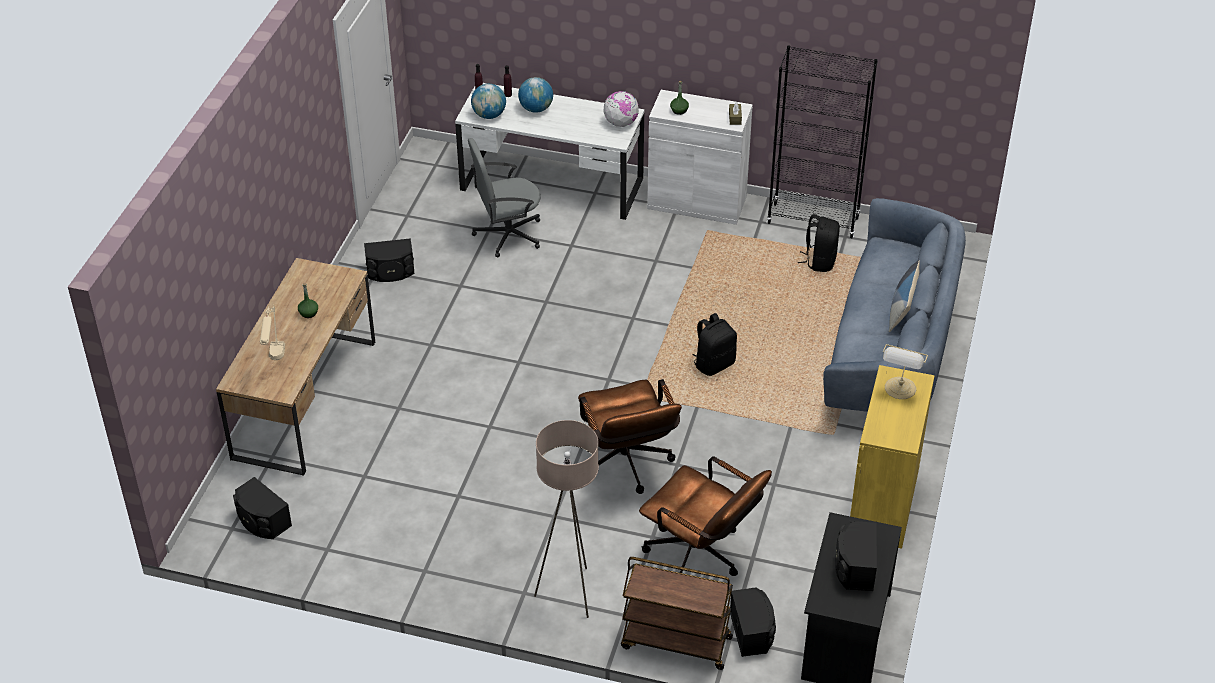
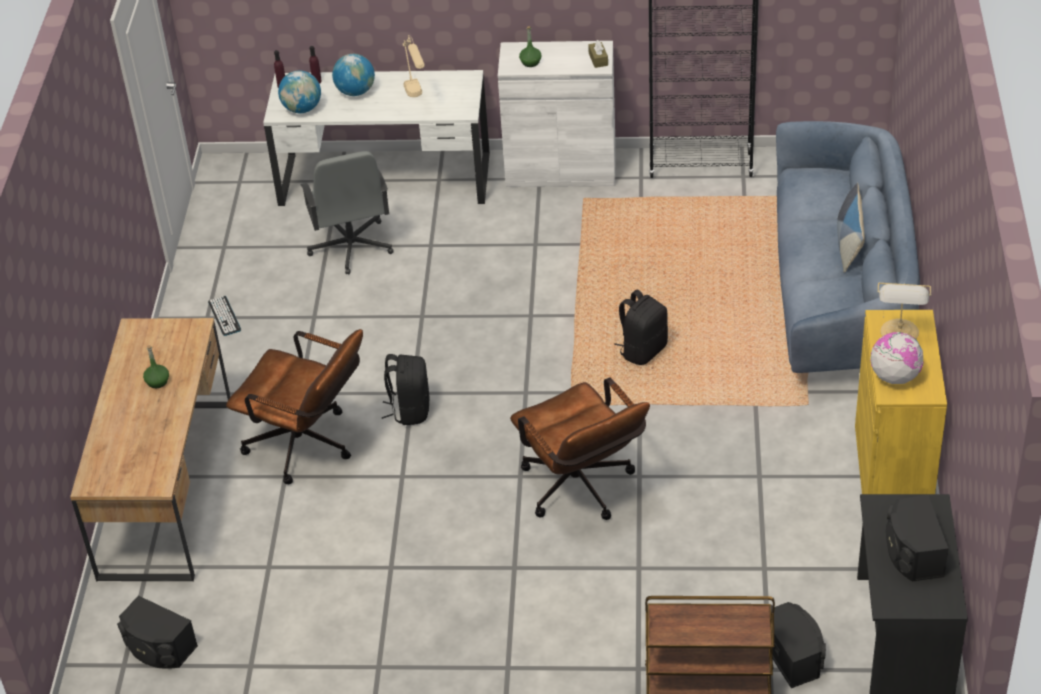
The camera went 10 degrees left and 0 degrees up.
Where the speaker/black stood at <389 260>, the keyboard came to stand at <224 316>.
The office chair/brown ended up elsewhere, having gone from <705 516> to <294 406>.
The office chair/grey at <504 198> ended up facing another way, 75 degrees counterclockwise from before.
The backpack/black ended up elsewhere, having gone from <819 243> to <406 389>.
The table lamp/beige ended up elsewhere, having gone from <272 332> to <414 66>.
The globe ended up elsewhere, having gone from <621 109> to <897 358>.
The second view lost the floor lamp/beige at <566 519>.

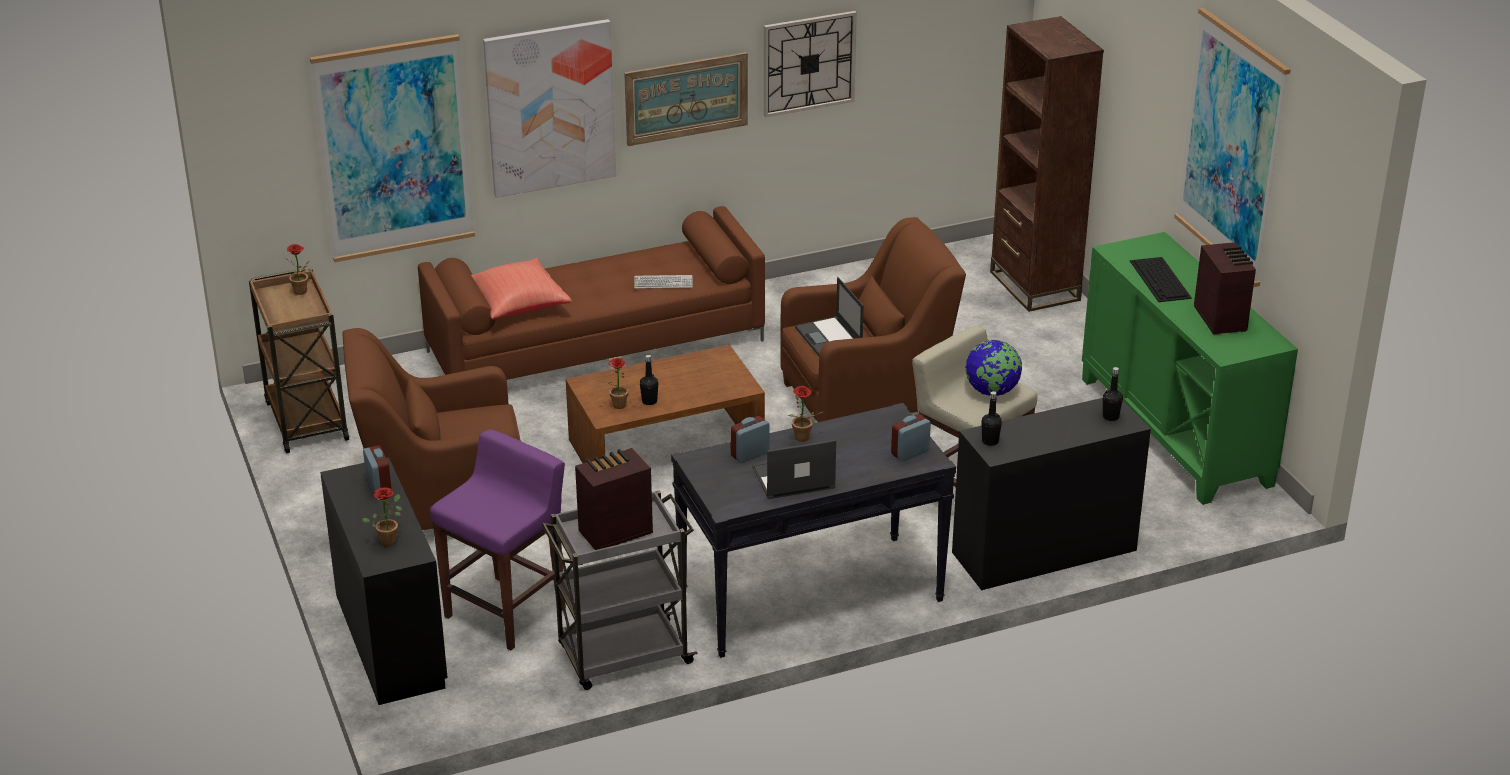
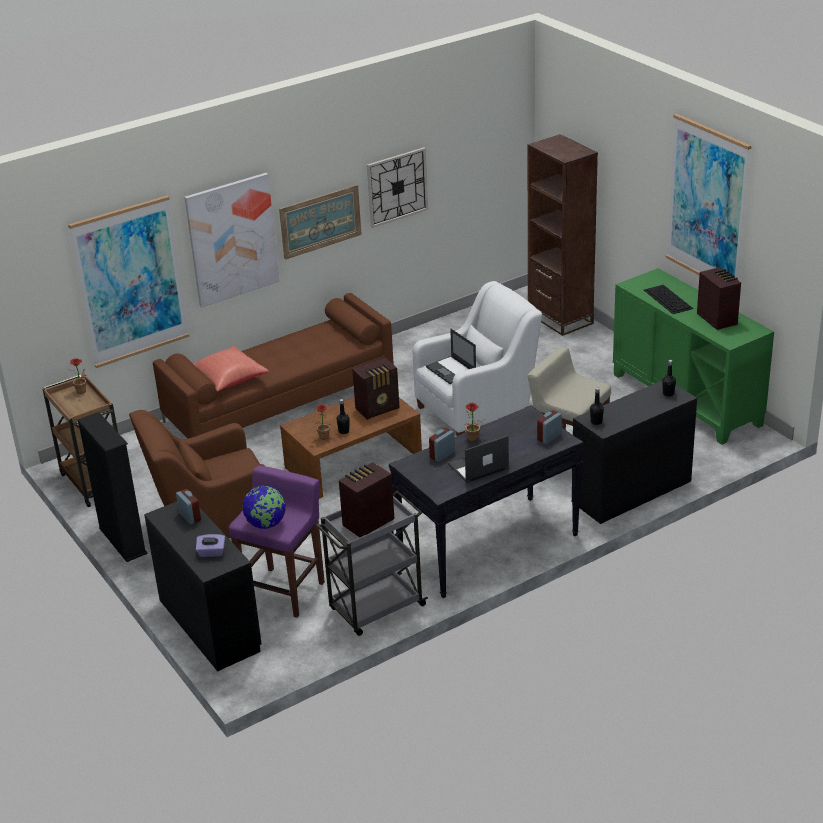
The camera went 10 degrees left and 0 degrees up.
The second view gained the bookcase/black at <113 487>.
Where the potted plant stood at <382 517>, the tissue box/purple came to stand at <210 545>.
The globe ended up elsewhere, having gone from <993 368> to <264 507>.
The second view gained the radio at <375 389>.
What was the armchair/brown at <873 319> turned into the armchair/white at <477 358>.
The second view lost the keyboard at <663 282>.

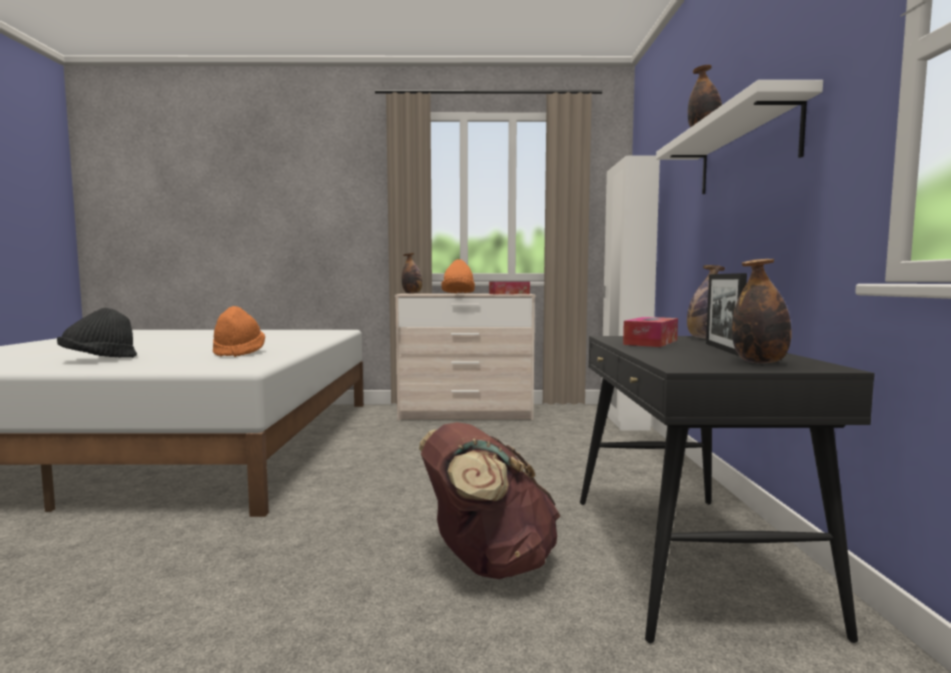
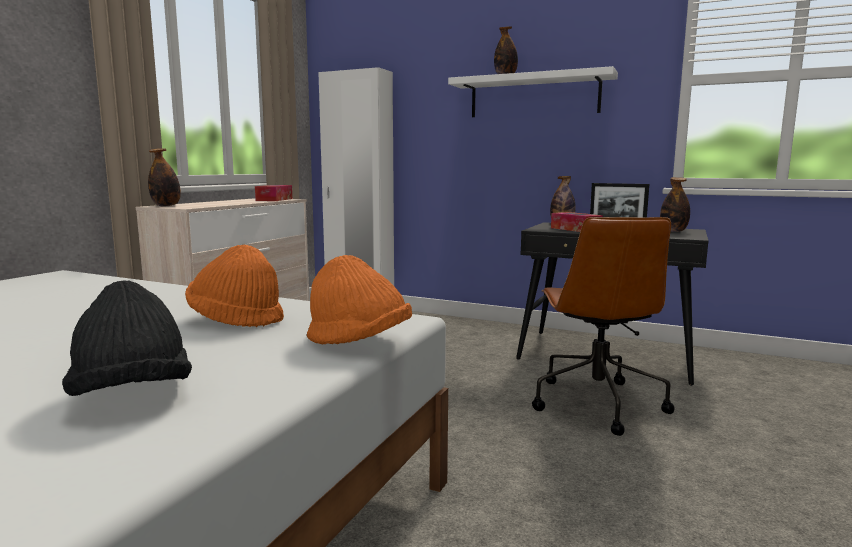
The camera went 65 degrees left and 5 degrees up.
The hat/orange ended up elsewhere, having gone from <458 276> to <359 299>.
Where the backpack/brown stood at <489 500>, the office chair/brown came to stand at <603 326>.

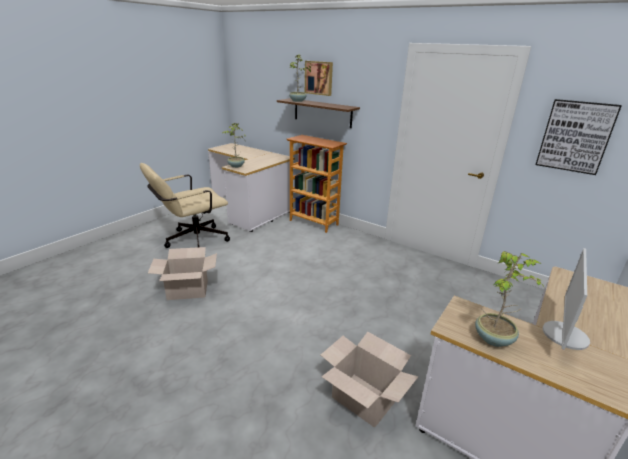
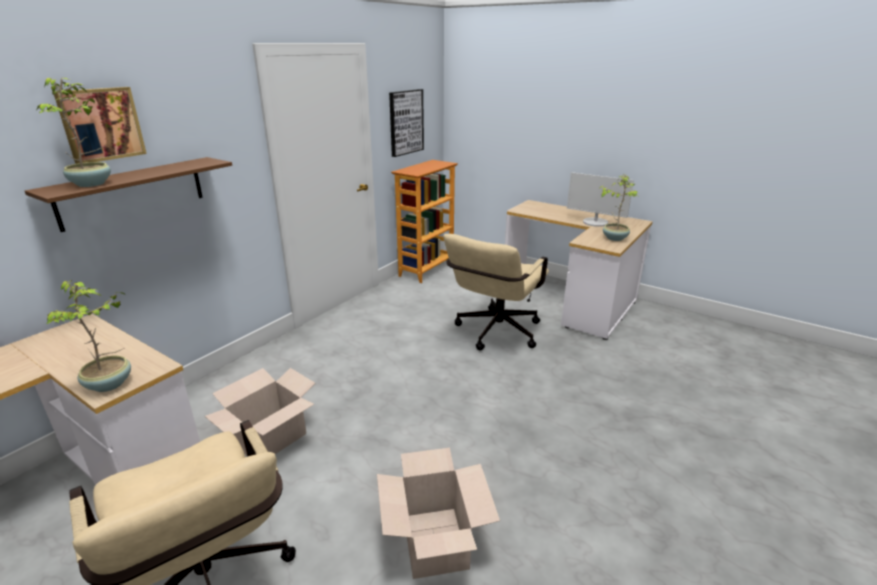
The camera went 90 degrees left and 0 degrees up.
The cardboard box ended up elsewhere, having gone from <369 380> to <260 412>.
The bookcase ended up elsewhere, having gone from <317 184> to <424 221>.
The second view gained the office chair/beige at <496 292>.

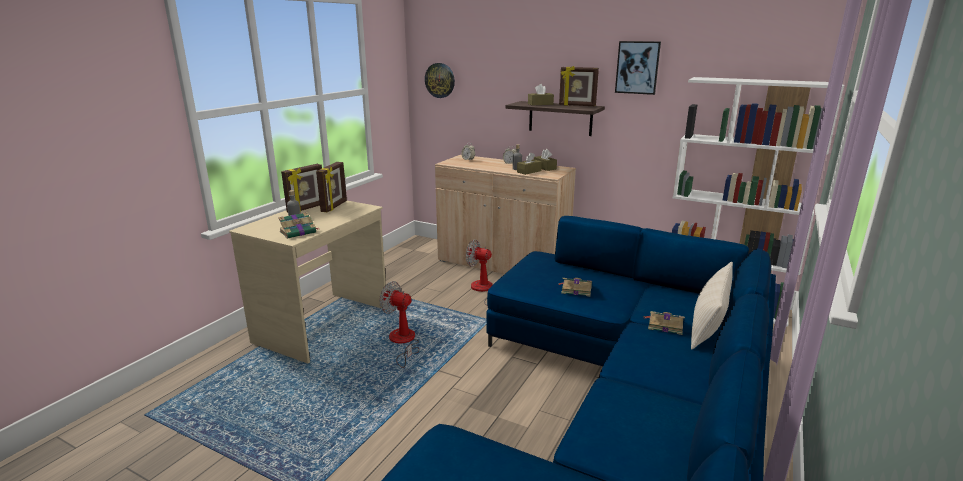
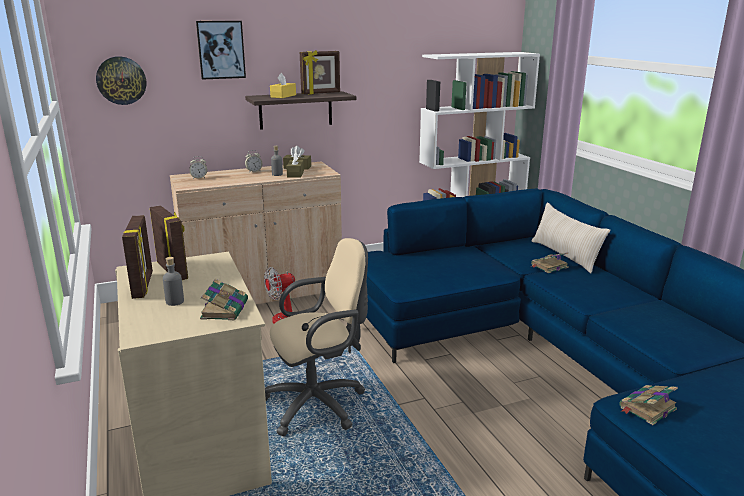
The camera went 50 degrees left and 0 degrees up.
The picture ended up elsewhere, having gone from <638 68> to <221 50>.
Where the fan stood at <399 324>, the office chair/beige came to stand at <316 337>.
What was the tissue box/brown at <541 94> turned into the tissue box/yellow at <283 85>.
The book ended up elsewhere, having gone from <574 287> to <648 405>.

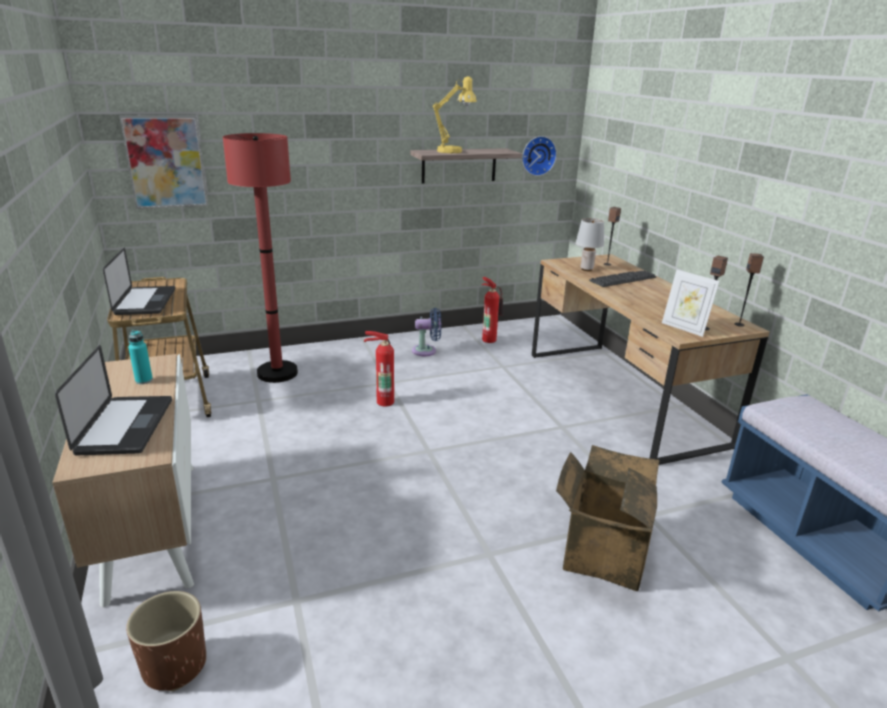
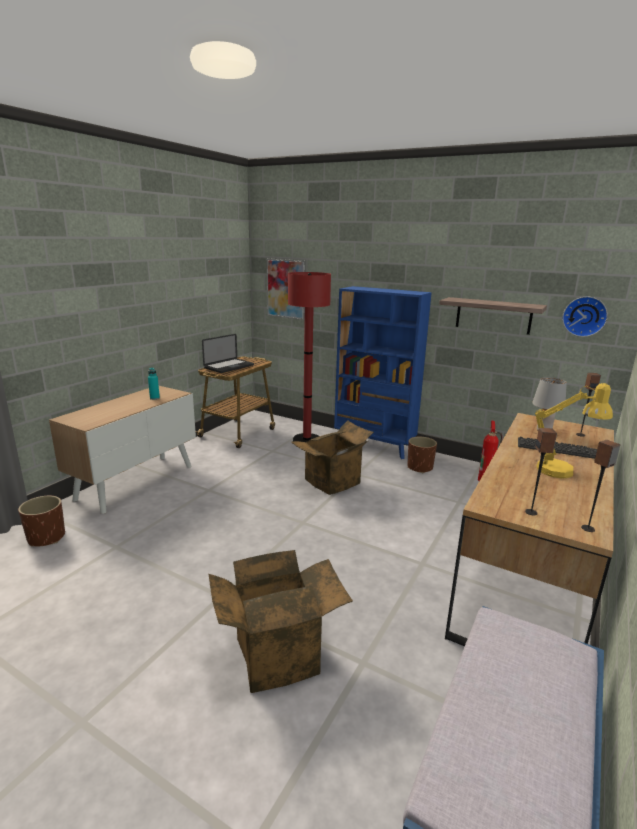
The camera went 50 degrees right and 5 degrees down.
Where the fire extinguisher stood at <379 368>, the cardboard box came to stand at <332 457>.
The second view gained the bookcase/blue at <383 372>.
Where the fan/blue stood at <427 332>, the planter/brown came to stand at <422 455>.
The table lamp/yellow ended up elsewhere, having gone from <455 114> to <574 430>.
The second view lost the laptop at <113 400>.
The second view lost the picture frame at <691 303>.

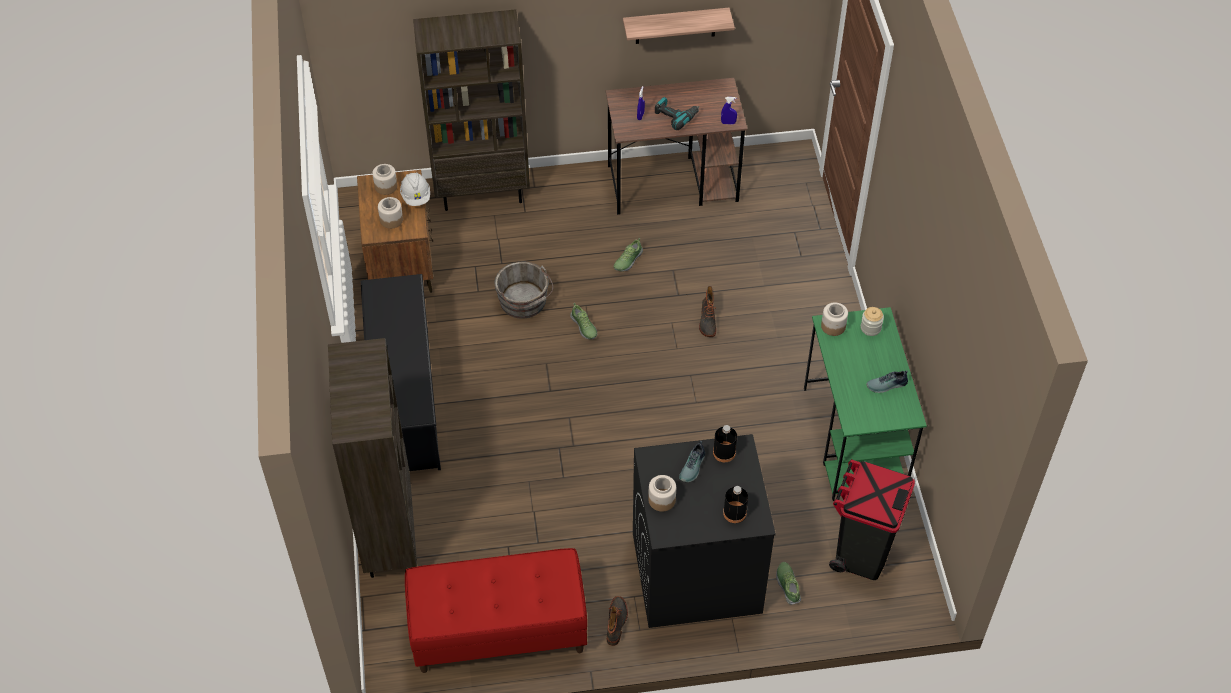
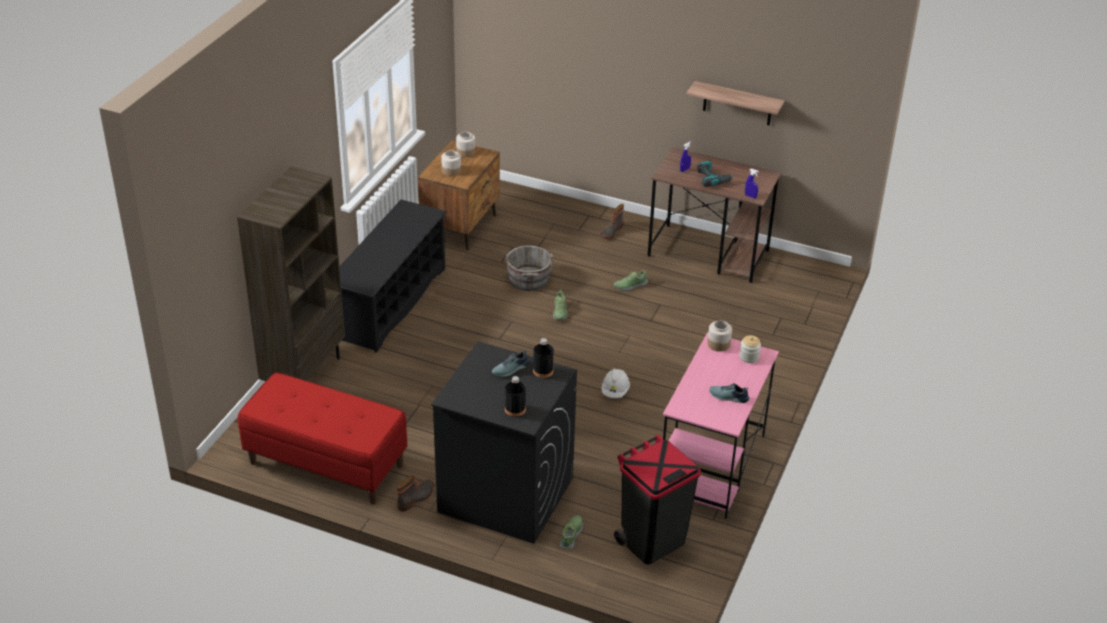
The camera went 30 degrees right and 15 degrees down.
The boot ended up elsewhere, having gone from <707 311> to <612 222>.
The hard hat/white ended up elsewhere, having gone from <415 189> to <616 383>.
What was the desk/green at <865 404> turned into the desk/pink at <721 425>.
The second view lost the bookcase/brown at <471 110>.
The second view lost the jar at <662 493>.

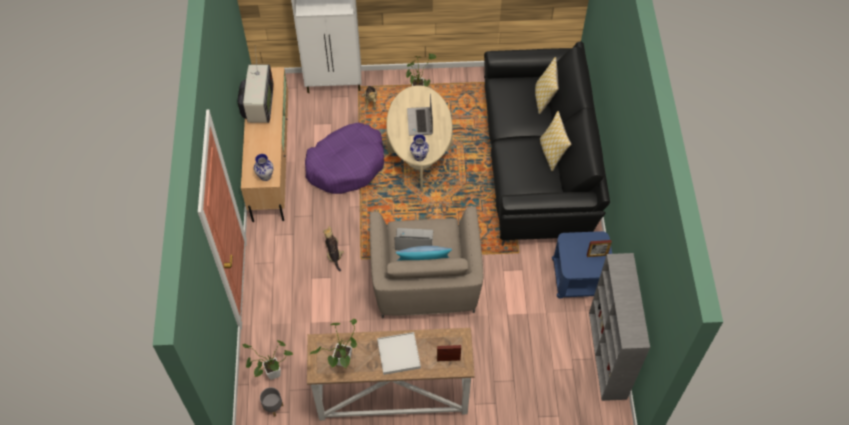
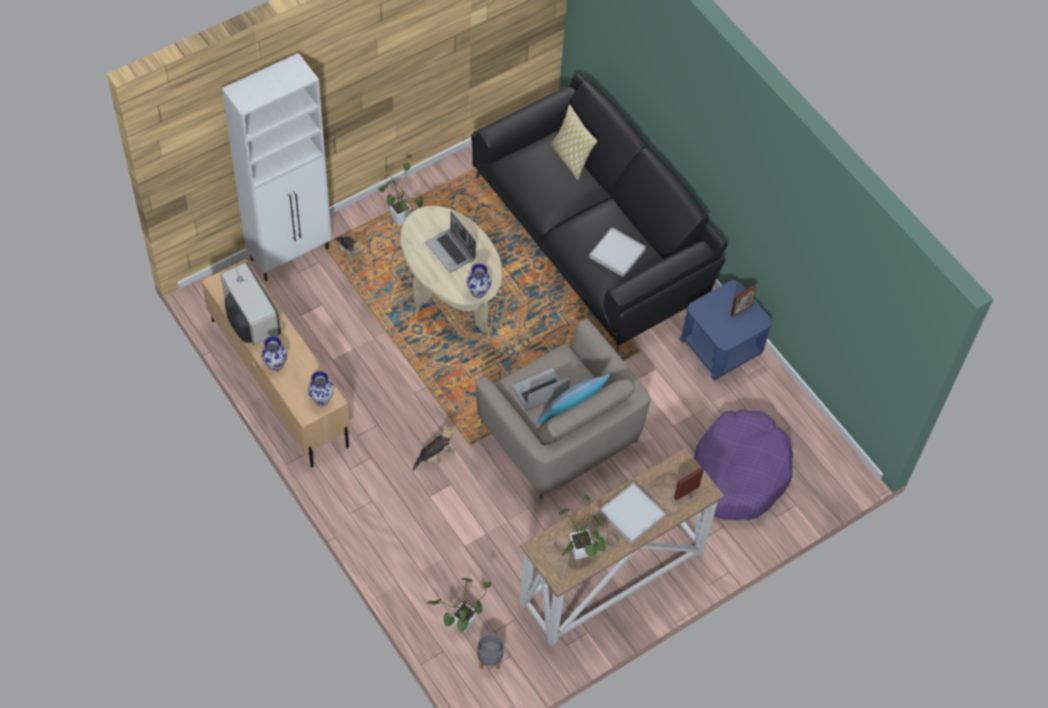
The camera went 35 degrees left and 0 degrees up.
The second view gained the vase at <274 353>.
The plush toy at <333 248> ended up facing another way, 105 degrees clockwise from before.
The second view gained the tray/white at <617 252>.
The dog bed/purple ended up elsewhere, having gone from <344 158> to <743 464>.
The second view lost the pillow at <555 141>.
The second view lost the bookcase/grey at <619 327>.

